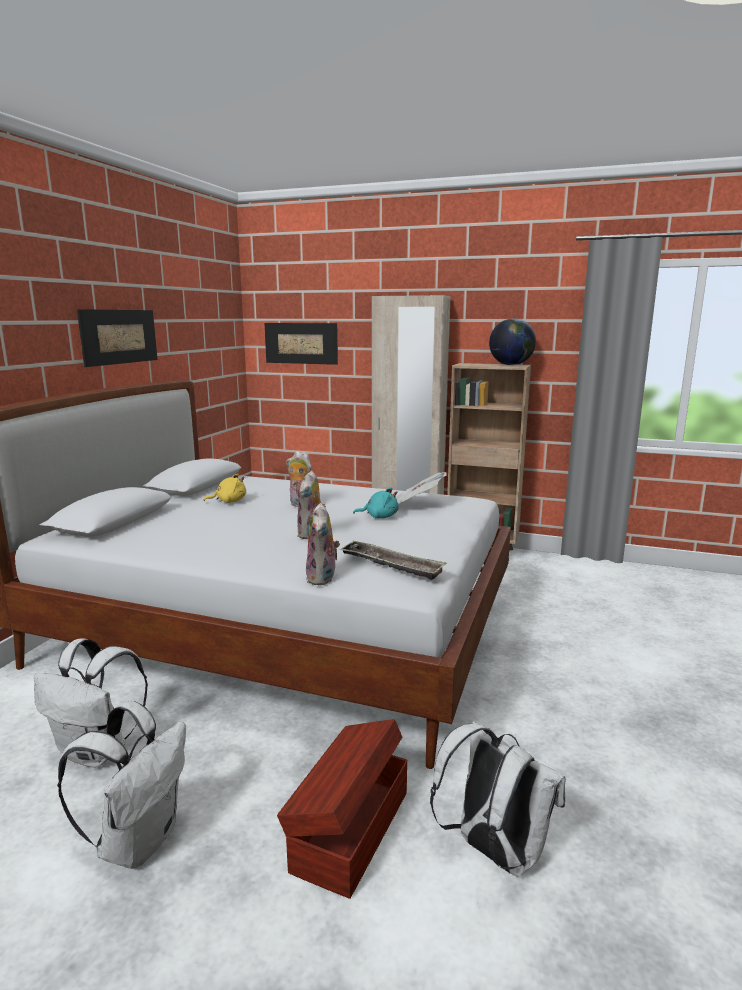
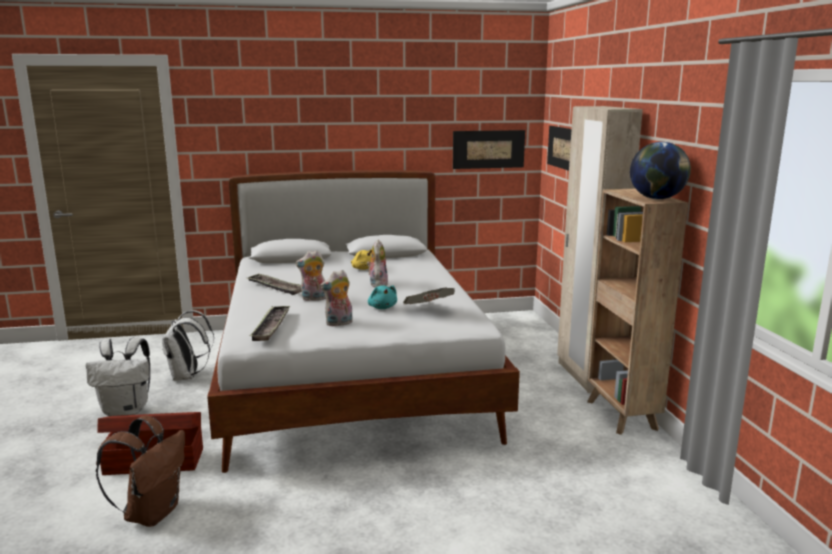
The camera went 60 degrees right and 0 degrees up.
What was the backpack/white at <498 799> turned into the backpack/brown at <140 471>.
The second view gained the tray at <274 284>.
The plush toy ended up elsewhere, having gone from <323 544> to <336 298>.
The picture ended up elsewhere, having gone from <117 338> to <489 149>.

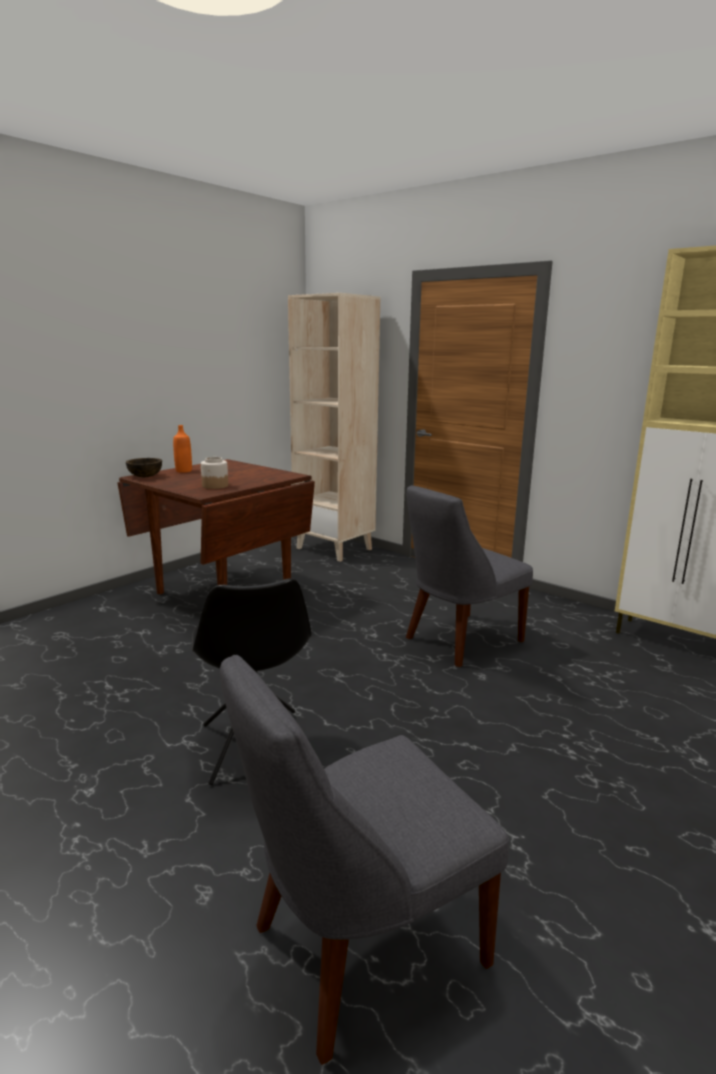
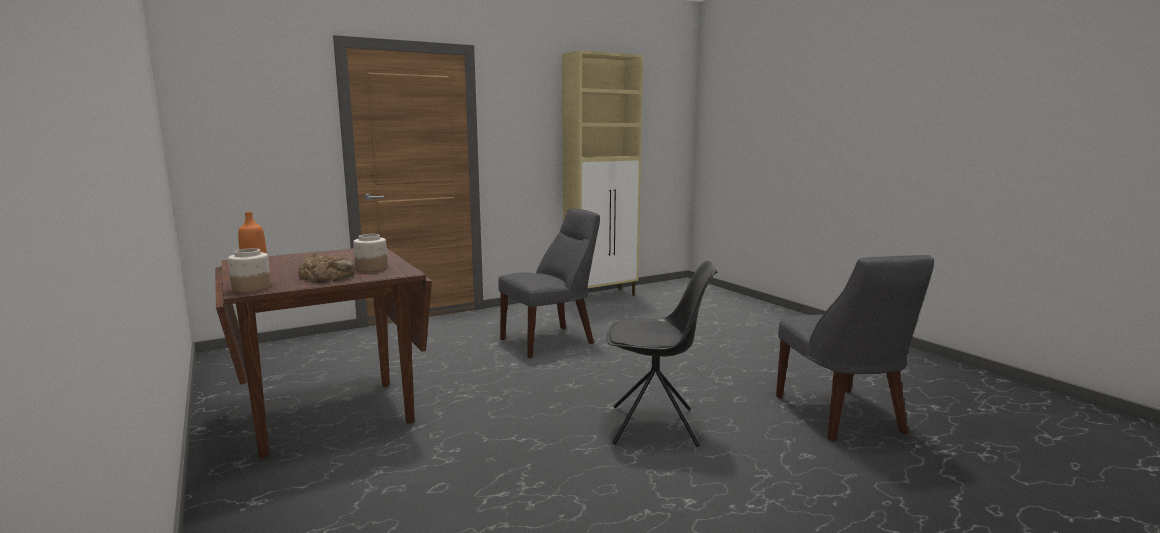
The camera went 70 degrees left and 5 degrees down.
Where the bowl/brown stood at <144 467>, the jar came to stand at <249 270>.
The second view gained the bread at <327 268>.
The chair/grey at <469 576> ended up facing another way, 105 degrees counterclockwise from before.
The second view lost the bookcase/beige at <334 427>.

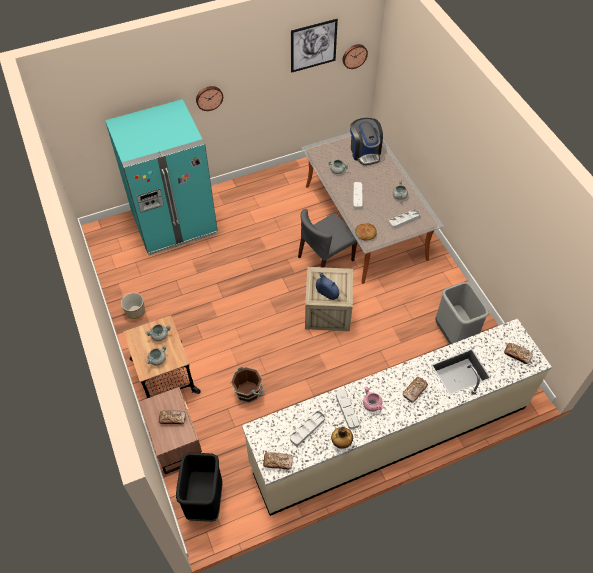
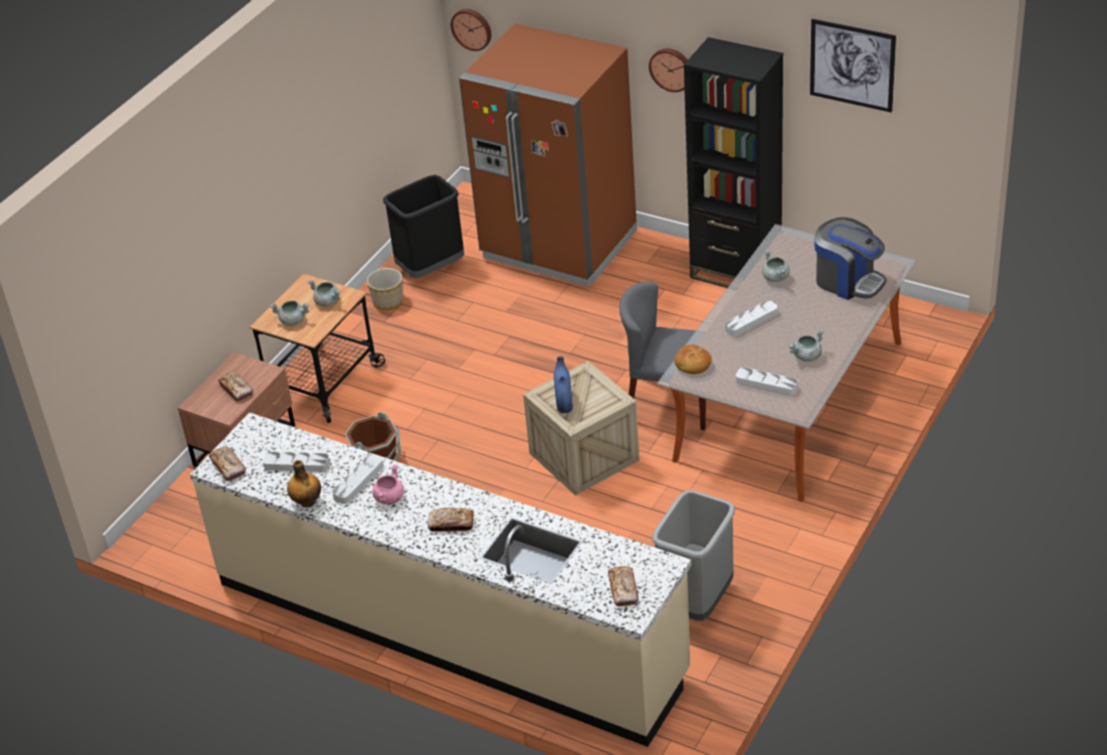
The camera went 55 degrees right and 15 degrees down.
The trash can/black ended up elsewhere, having gone from <199 487> to <423 226>.
The wall clock ended up elsewhere, having gone from <355 56> to <471 30>.
What was the fridge/turquoise at <161 177> turned into the fridge/brown at <548 155>.
The second view gained the bookcase/black at <733 162>.
The coffee machine at <366 141> ended up facing another way, 90 degrees counterclockwise from before.

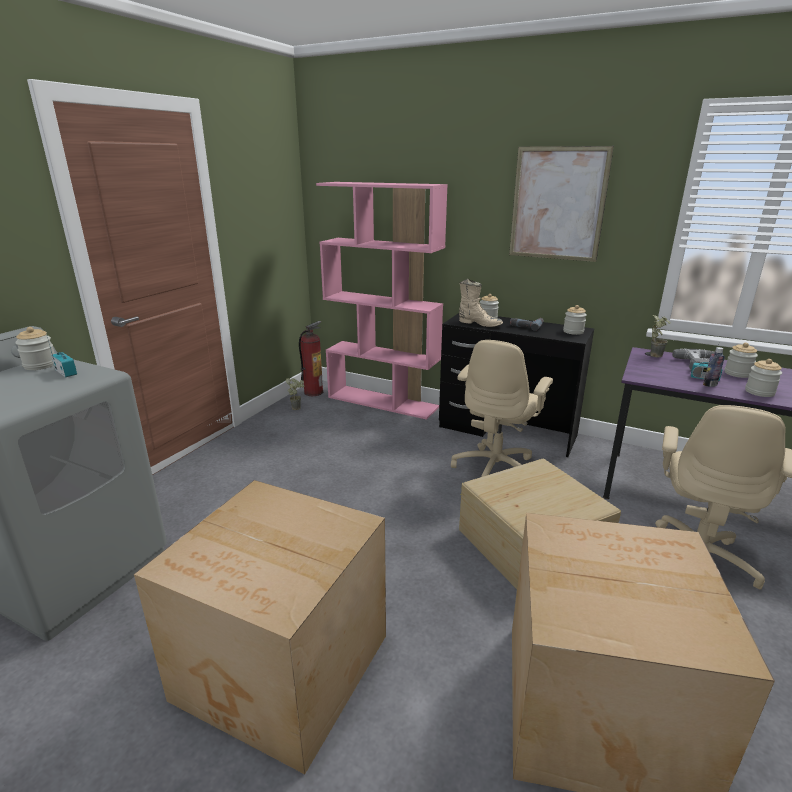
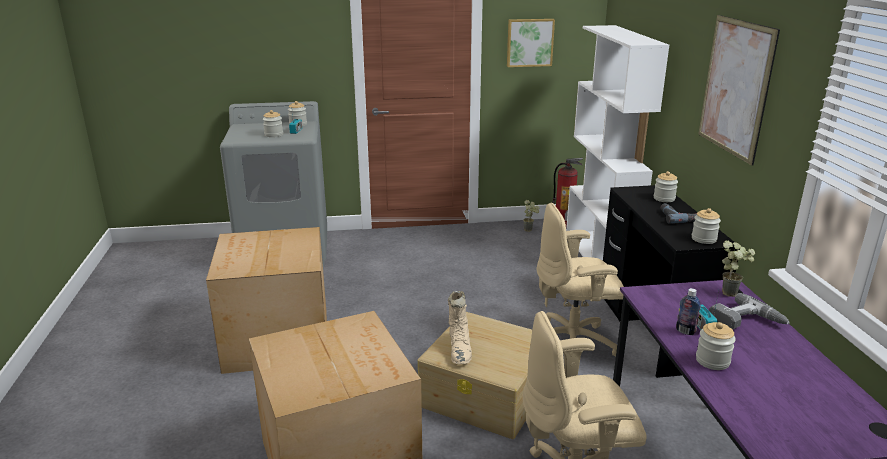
The camera went 55 degrees right and 0 degrees up.
The jar ended up elsewhere, having gone from <741 360> to <273 123>.
The boot/beige ended up elsewhere, having gone from <481 303> to <460 327>.
The second view gained the picture at <531 43>.
What was the bookcase/pink at <382 301> turned into the bookcase/white at <617 143>.

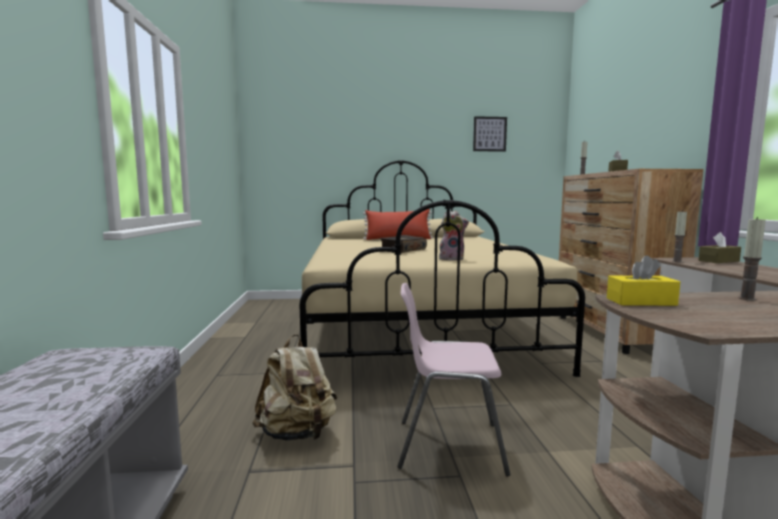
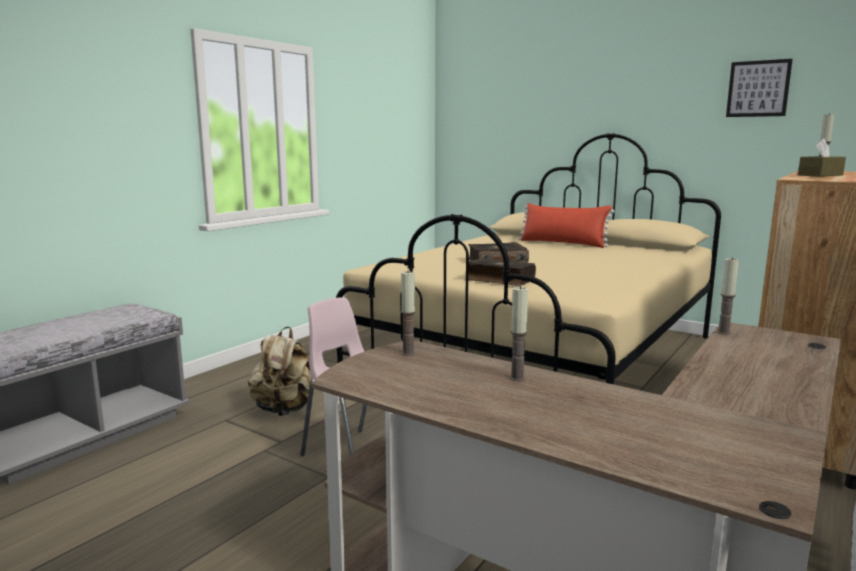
The camera went 40 degrees right and 5 degrees up.
Where the tissue box/yellow stood at <643 280>, the candle came to stand at <408 313>.
Where the plush toy stood at <454 236>, the book came to stand at <500 272>.
The second view lost the tissue box/brown at <719 247>.

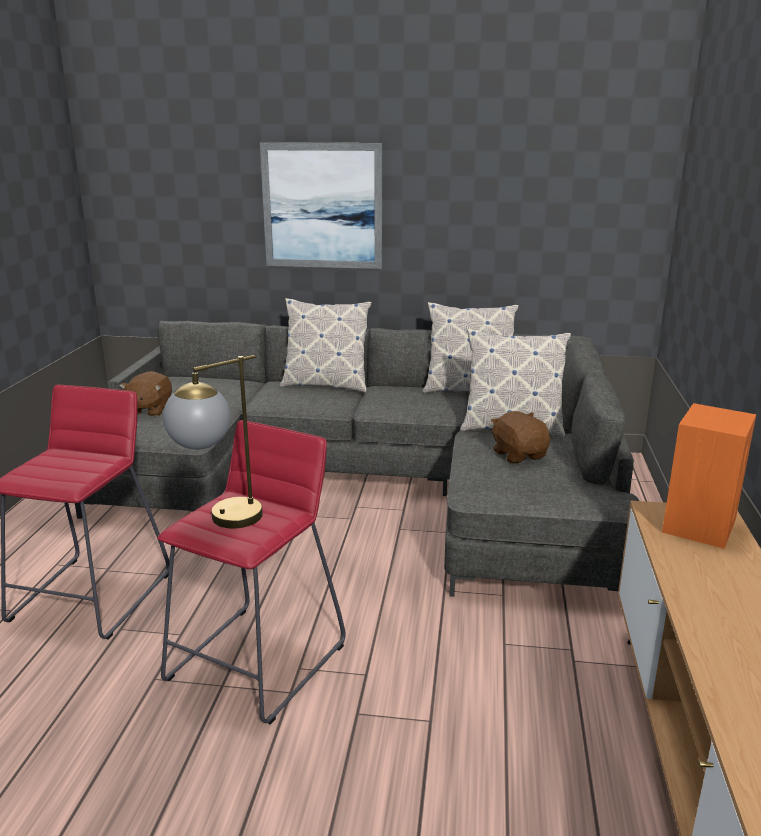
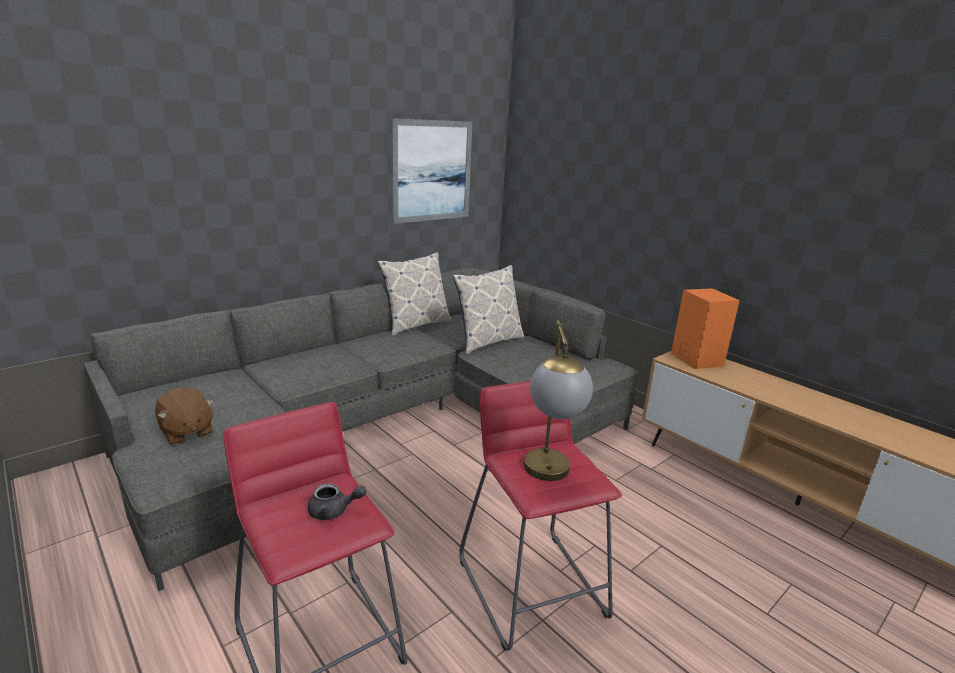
The camera went 50 degrees left and 0 degrees up.
The second view gained the teapot/grey at <337 501>.
The picture ended up elsewhere, having gone from <321 205> to <431 171>.
The second view lost the pillow at <325 345>.
The second view lost the plush toy/brown at <520 437>.

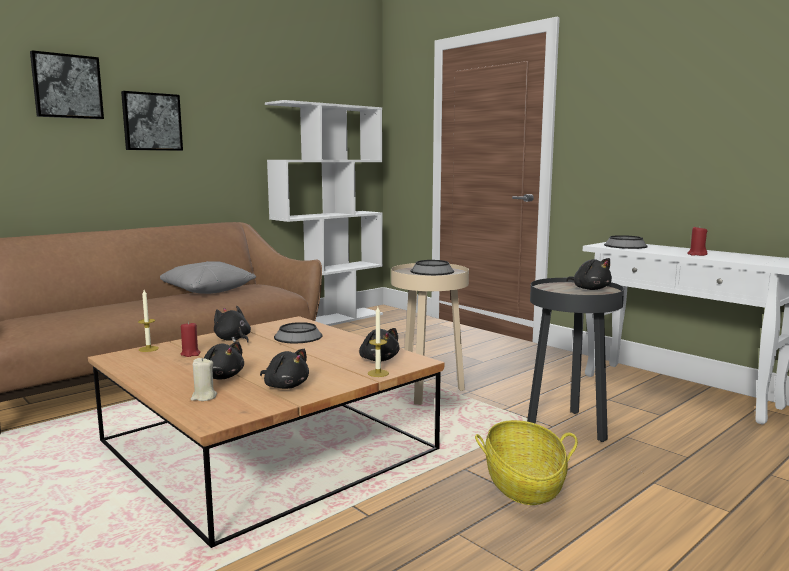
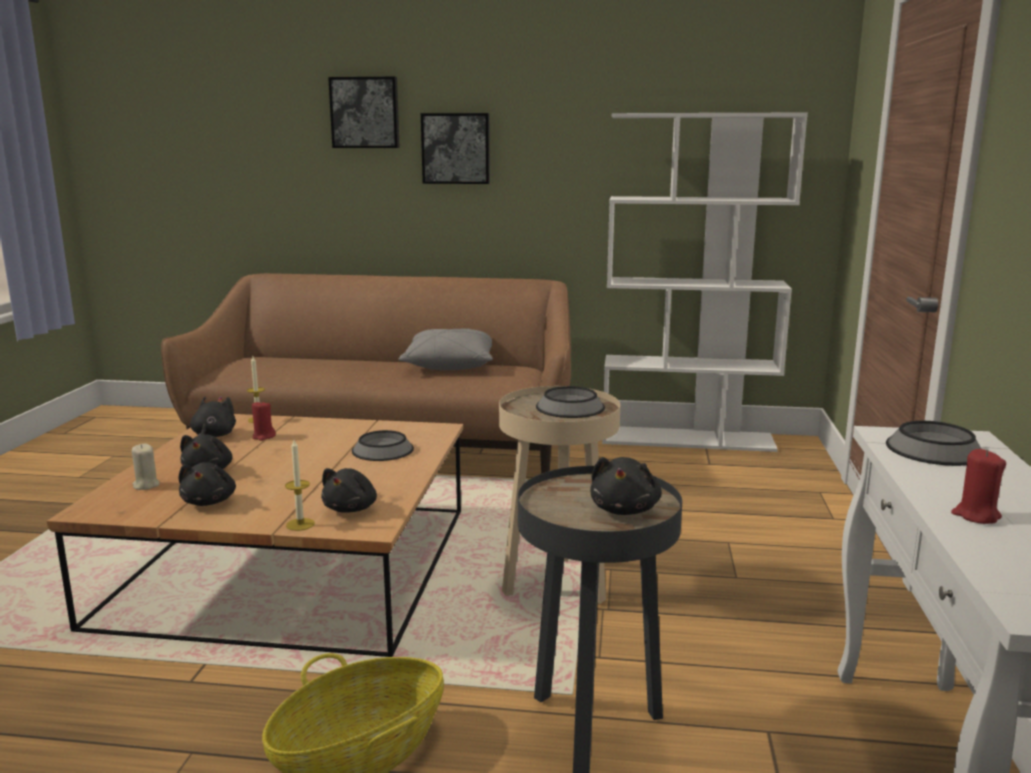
The camera went 50 degrees right and 5 degrees up.
The plush toy/black ended up elsewhere, having gone from <232 324> to <213 416>.

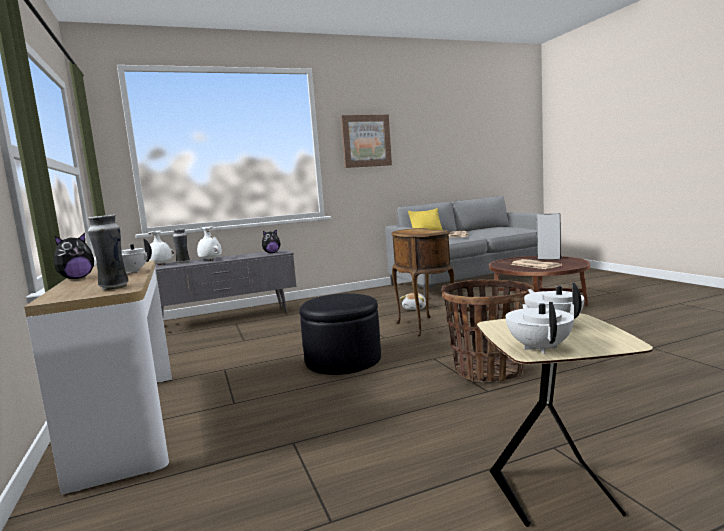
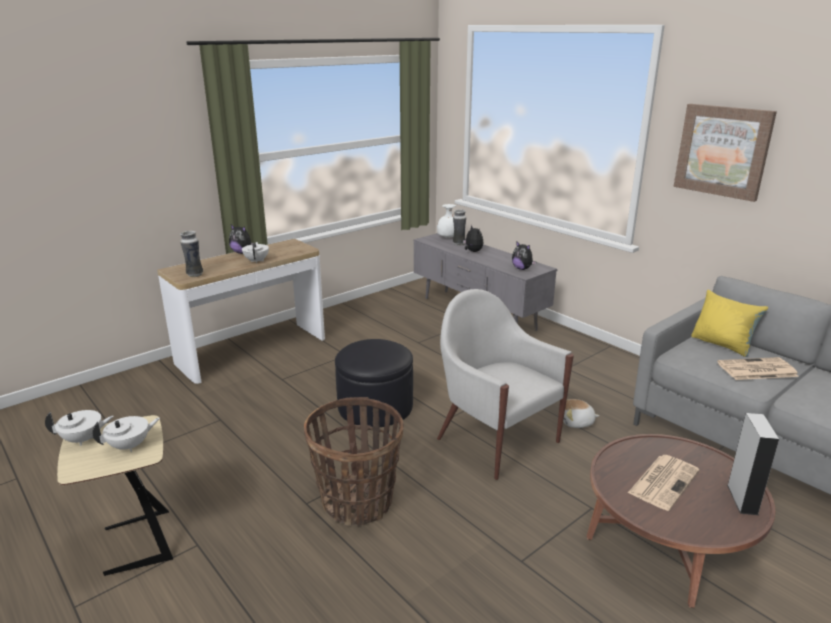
The camera went 70 degrees right and 15 degrees up.
Where the side table/brown stood at <423 282>, the armchair/white came to stand at <505 384>.
Where the vase/white stood at <209 243>, the plush toy came to stand at <473 238>.

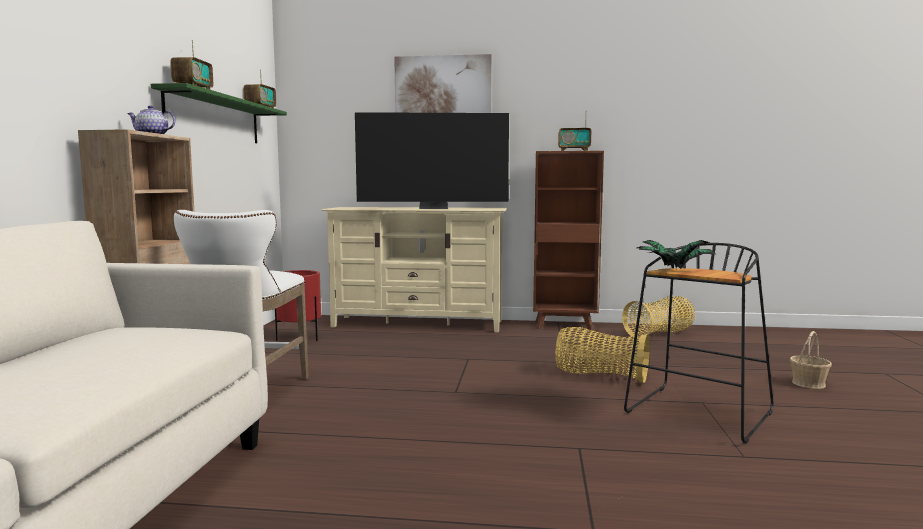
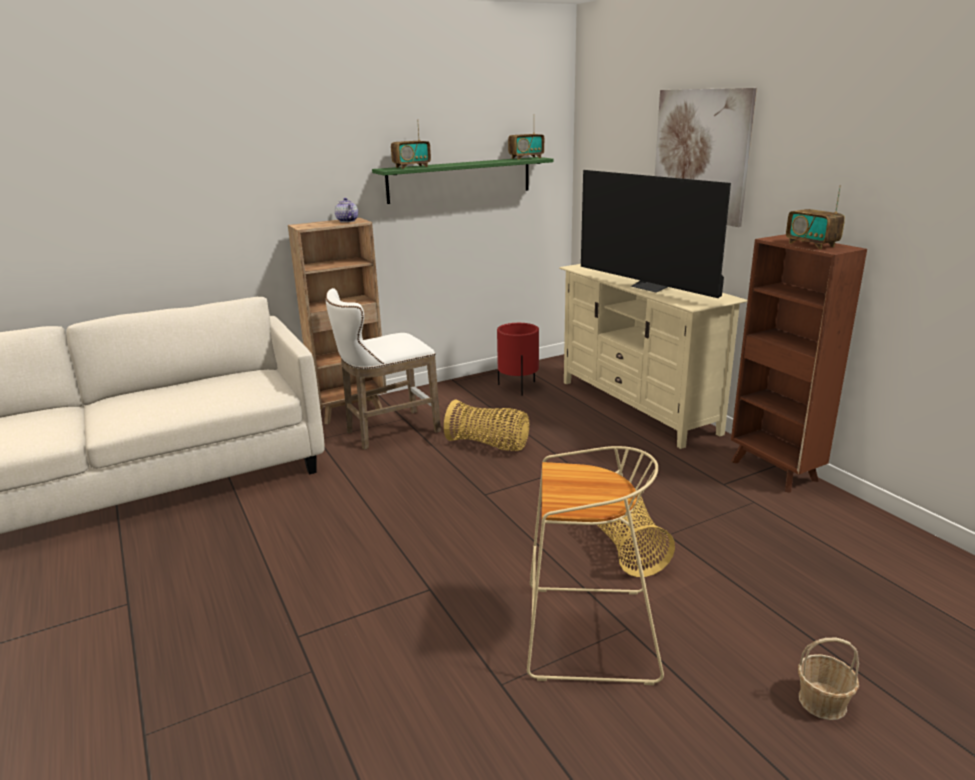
The camera went 55 degrees right and 15 degrees up.
The basket ended up elsewhere, having gone from <658 317> to <486 425>.
What was the stool/black at <699 343> turned into the stool/beige at <595 565>.
The second view lost the potted plant at <676 254>.

